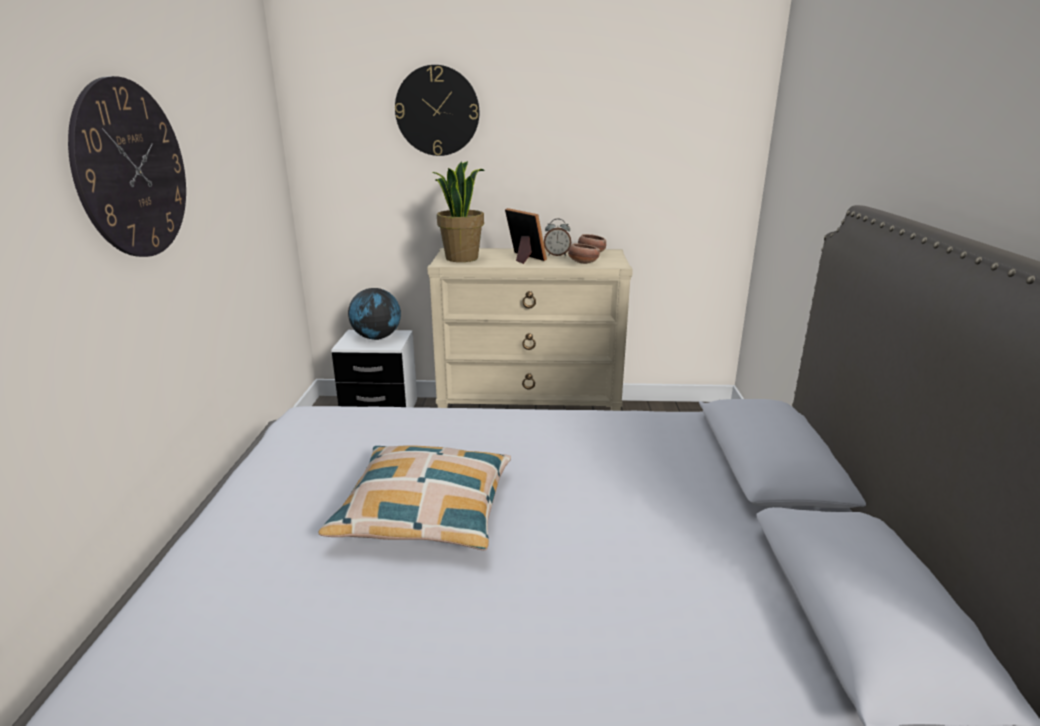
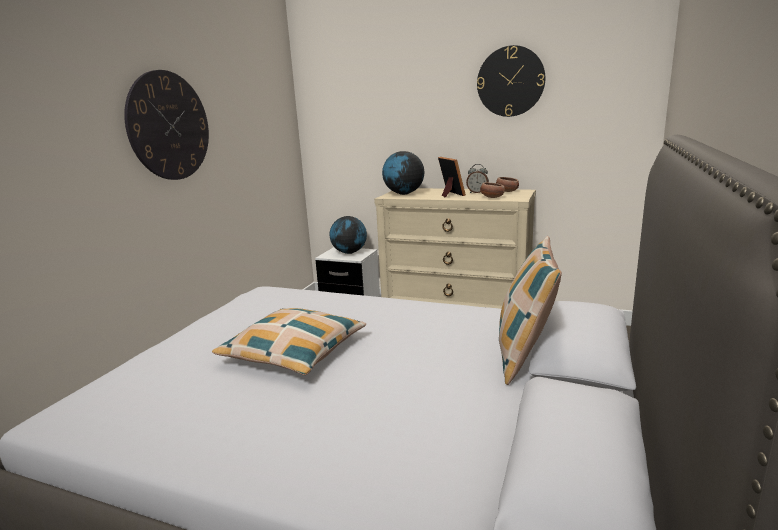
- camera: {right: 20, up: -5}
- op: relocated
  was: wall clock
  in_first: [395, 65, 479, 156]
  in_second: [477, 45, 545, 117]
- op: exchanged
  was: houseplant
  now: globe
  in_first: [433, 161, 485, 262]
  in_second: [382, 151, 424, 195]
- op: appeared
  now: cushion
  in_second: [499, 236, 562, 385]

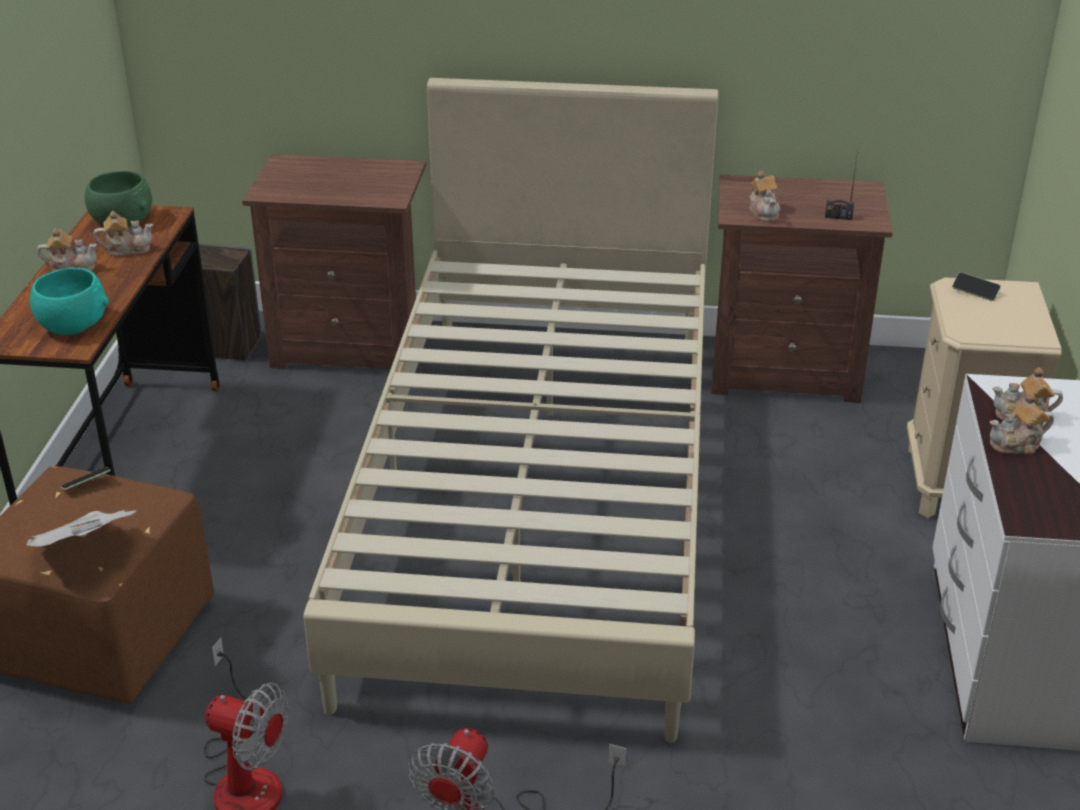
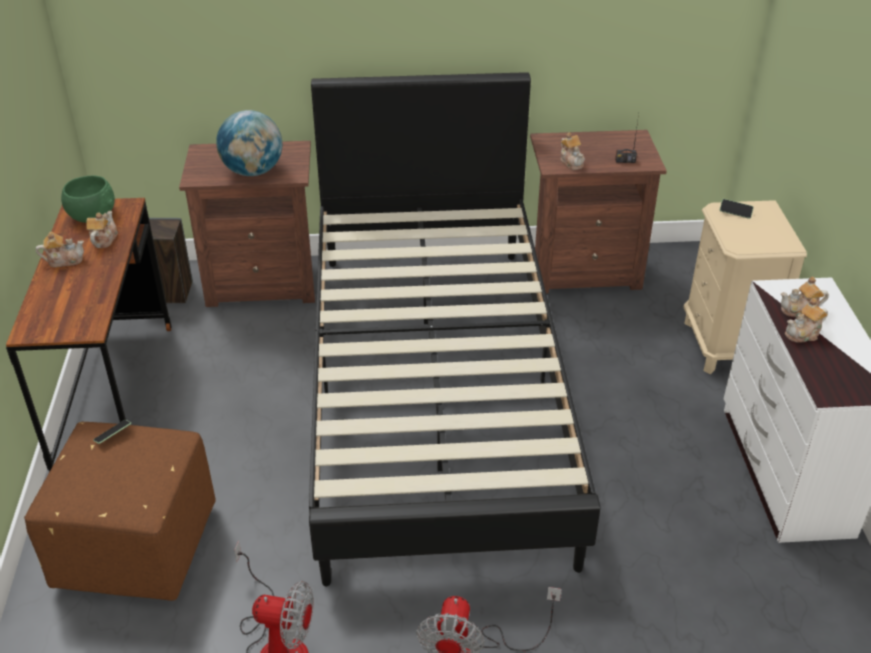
- camera: {right: -10, up: 5}
- op: missing
  was: printed paper
  in_first: [26, 510, 137, 546]
- op: missing
  was: blue-green bowl
  in_first: [30, 268, 109, 335]
- op: spun
  was: teapot
  in_first: [93, 211, 153, 256]
  in_second: [86, 211, 118, 248]
  clockwise: -60
- op: colour
  was: sand-coloured bed
  now: black-coloured bed
  in_first: [303, 78, 718, 743]
  in_second: [309, 72, 600, 586]
- op: appeared
  now: globe
  in_second: [216, 110, 282, 176]

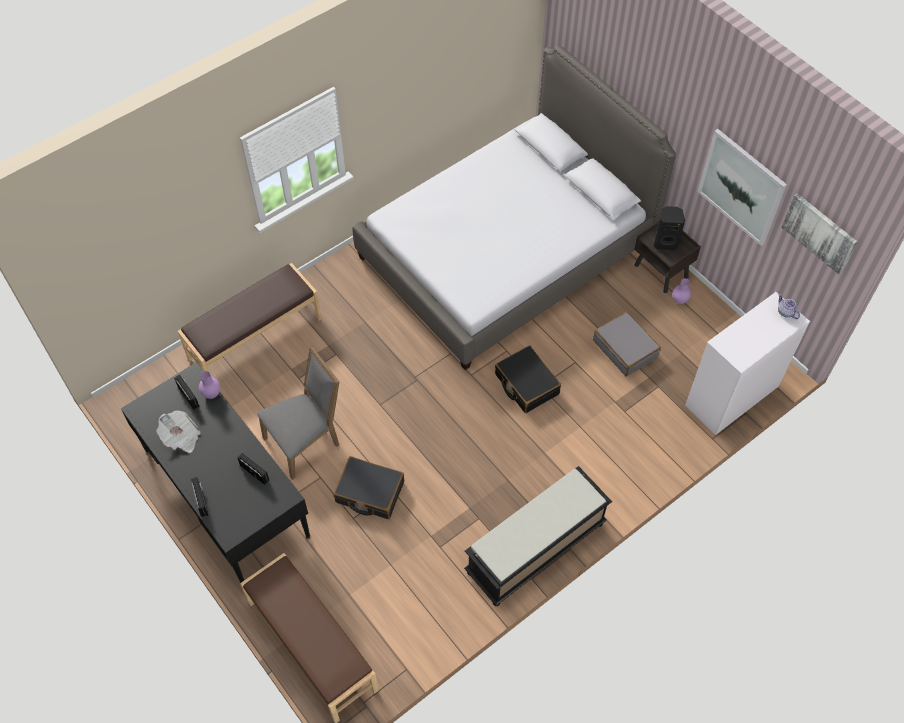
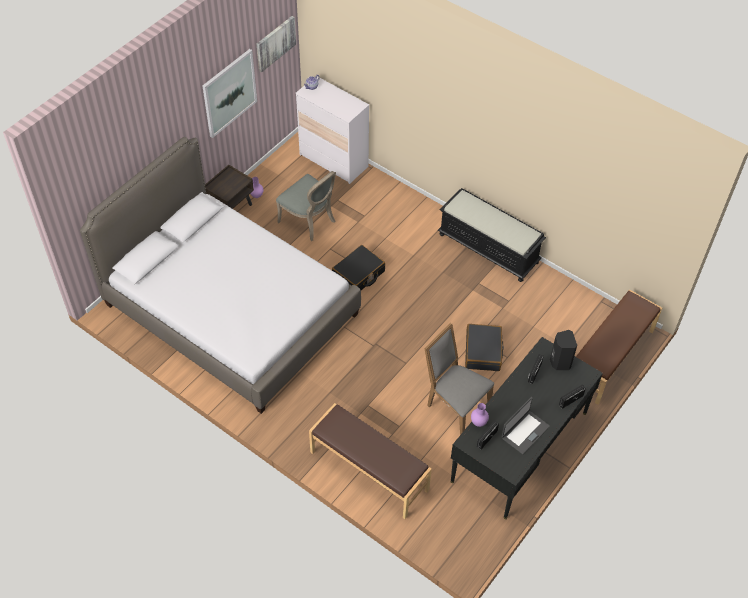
- camera: {right: -105, up: -5}
- op: exchanged
  was: printed paper
  now: notebook computer
  in_first: [156, 410, 200, 453]
  in_second: [502, 397, 550, 455]
- op: exchanged
  was: grey piece of luggage
  now: grey upright chair
  in_first: [593, 311, 661, 377]
  in_second: [276, 171, 336, 241]
- op: relocated
  was: black-coloured audio speaker
  in_first: [654, 206, 685, 250]
  in_second: [550, 330, 577, 370]

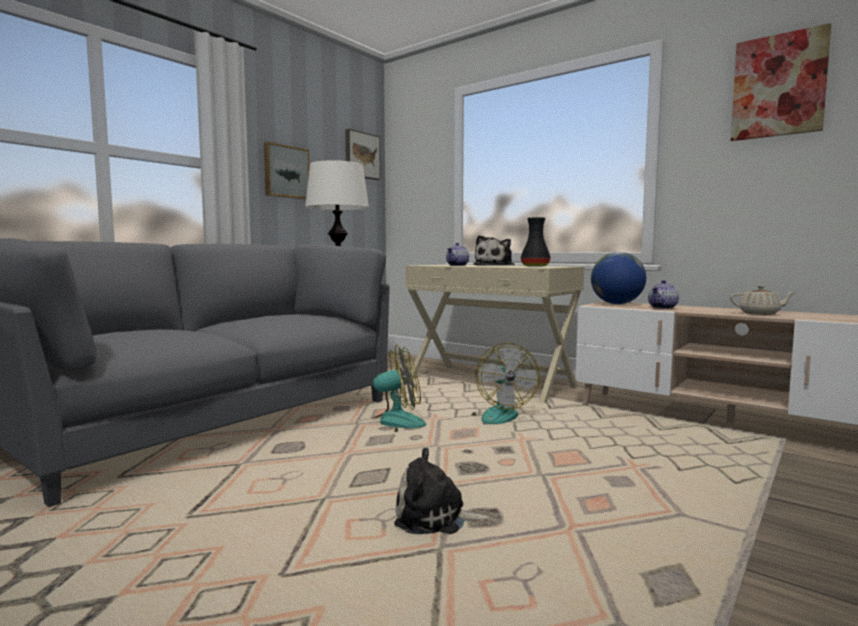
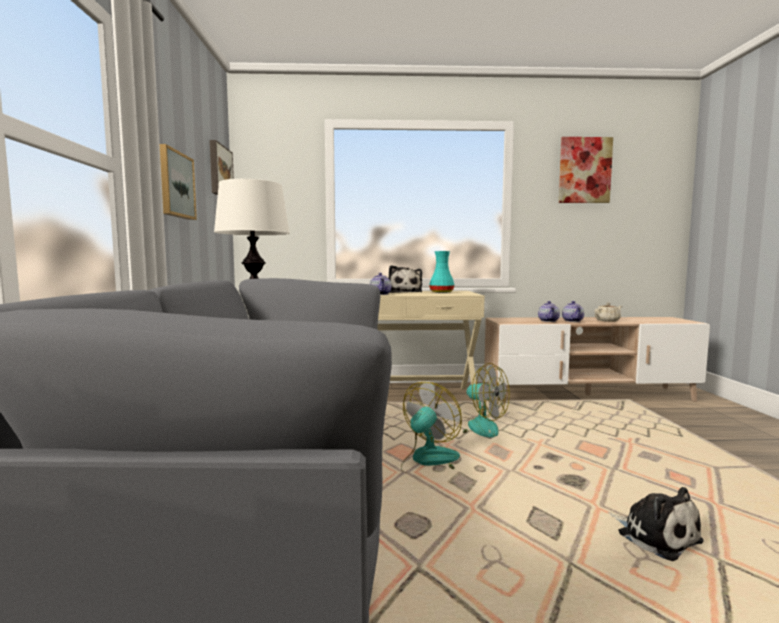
- camera: {right: -40, up: 0}
- op: spun
  was: plush toy
  in_first: [394, 448, 489, 534]
  in_second: [608, 487, 703, 561]
  clockwise: -90
- op: colour
  was: black-coloured vase
  now: blue-green vase
  in_first: [521, 217, 551, 267]
  in_second: [429, 251, 454, 293]
- op: missing
  was: globe
  in_first: [591, 252, 646, 304]
- op: appeared
  now: teapot
  in_second: [562, 301, 584, 322]

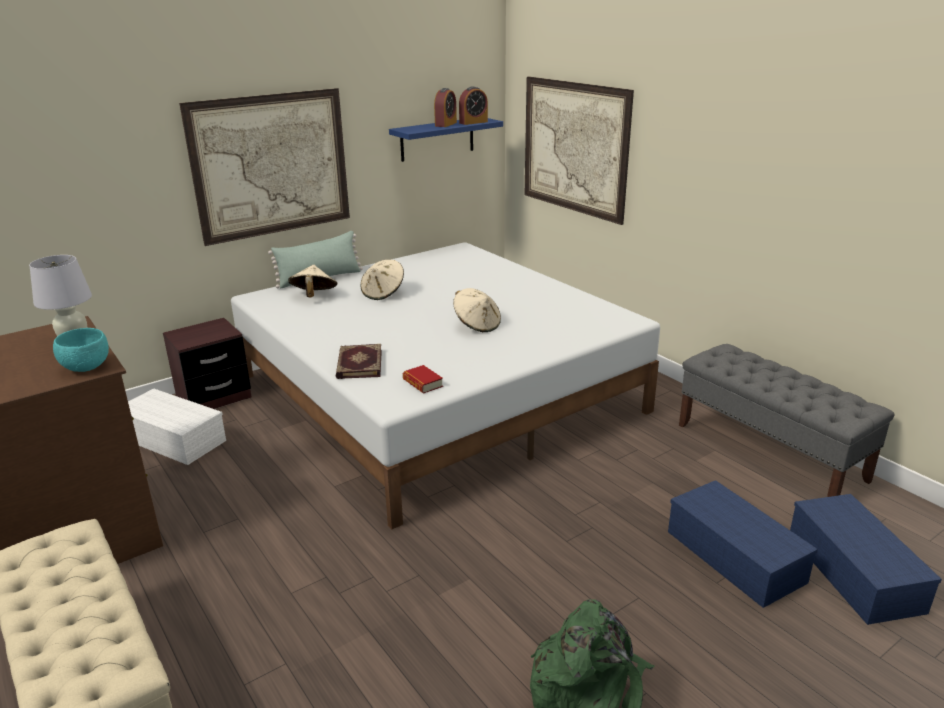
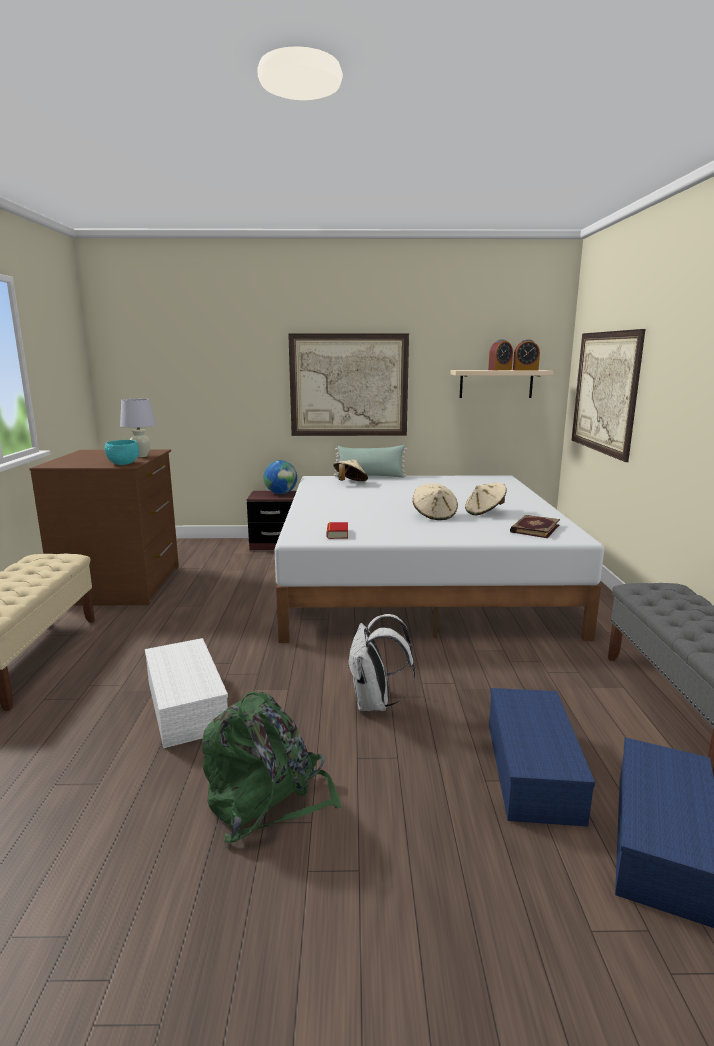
- camera: {right: 35, up: -10}
- op: relocated
  was: whitish storage bin
  in_first: [128, 388, 226, 465]
  in_second: [145, 638, 228, 748]
- op: relocated
  was: bound book
  in_first: [336, 344, 382, 379]
  in_second: [510, 515, 560, 538]
- op: relocated
  was: sand-coloured hat
  in_first: [360, 260, 404, 300]
  in_second: [465, 483, 507, 515]
- op: colour
  was: bluish bracket shelf
  now: sand-coloured bracket shelf
  in_first: [389, 118, 503, 162]
  in_second: [450, 370, 554, 398]
- op: appeared
  now: globe
  in_second: [264, 460, 297, 494]
- op: appeared
  now: whitish backpack
  in_second: [347, 614, 415, 711]

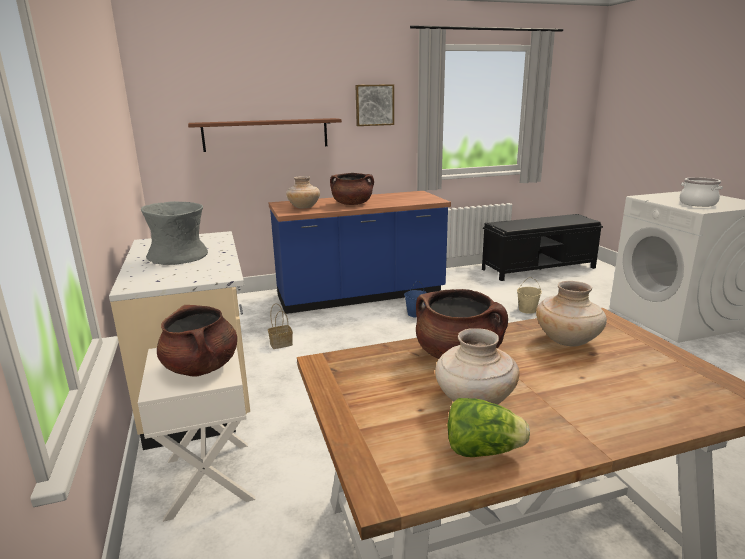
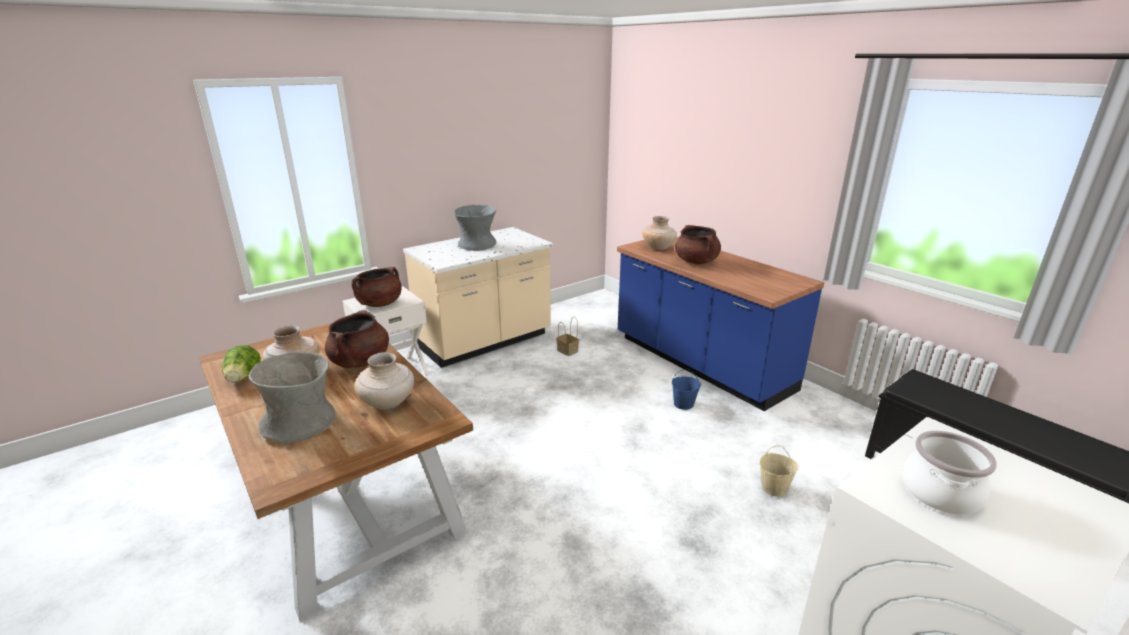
- camera: {right: 70, up: 5}
- op: missing
  was: brown-coloured bracket shelf
  in_first: [188, 118, 342, 152]
- op: missing
  was: wall art
  in_first: [355, 84, 394, 126]
- op: appeared
  now: grey vase
  in_second: [249, 352, 335, 443]

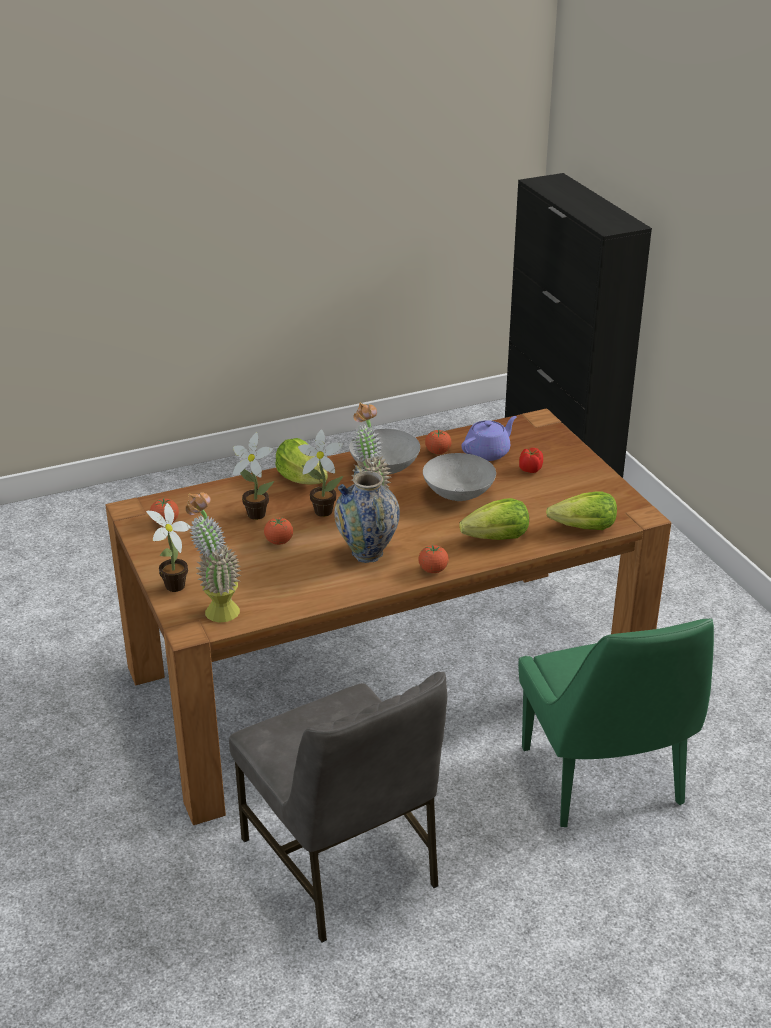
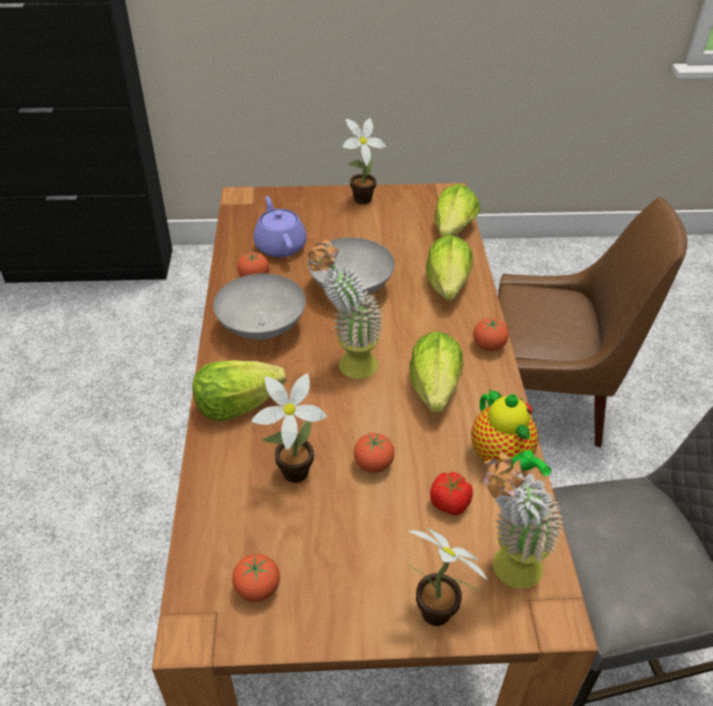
- camera: {right: -70, up: 10}
- op: relocated
  was: houseplant
  in_first: [298, 429, 343, 517]
  in_second: [342, 118, 386, 204]
- op: exchanged
  was: vase
  now: head of lettuce
  in_first: [334, 465, 400, 563]
  in_second: [409, 331, 463, 412]
- op: colour
  was: green upright chair
  now: brown-coloured upright chair
  in_first: [518, 619, 714, 827]
  in_second: [498, 197, 687, 447]
- op: relocated
  was: fresh tomato
  in_first: [519, 448, 543, 473]
  in_second: [430, 472, 473, 515]
- op: appeared
  now: teapot
  in_second: [471, 388, 551, 476]

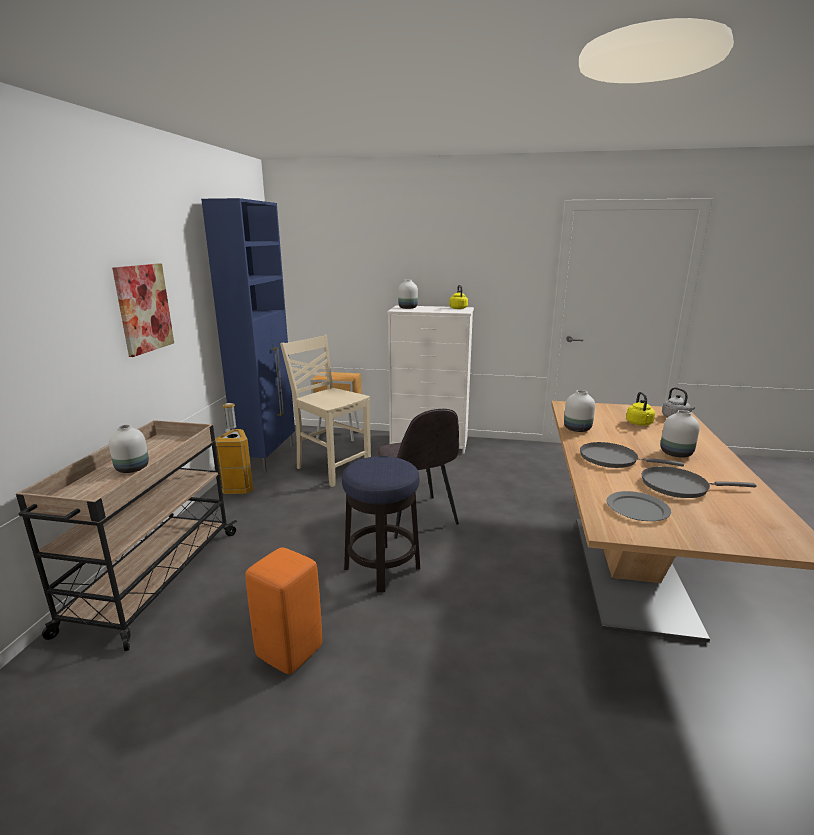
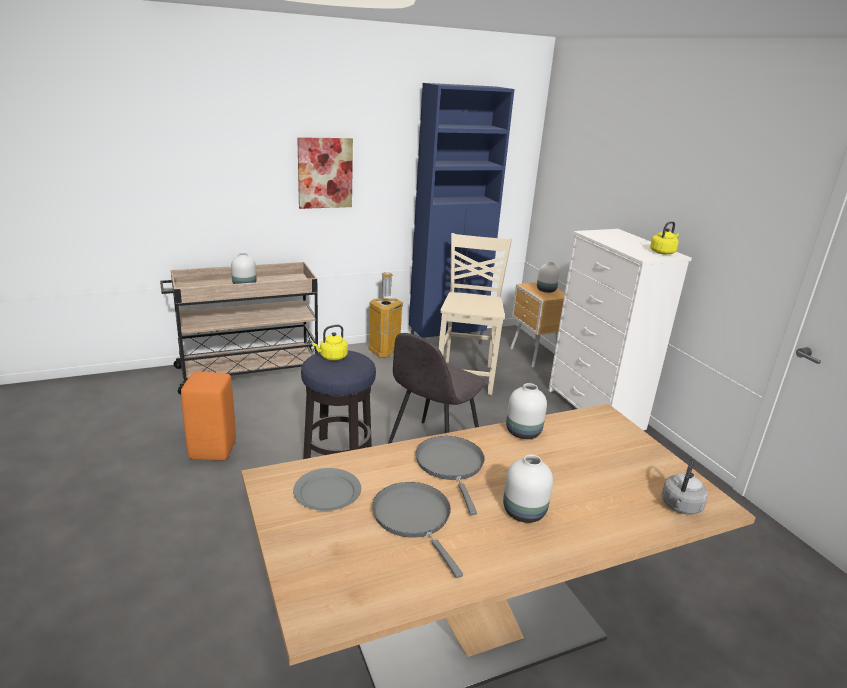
- camera: {right: 55, up: 5}
- op: relocated
  was: whitish vase
  in_first: [398, 280, 418, 309]
  in_second: [537, 261, 560, 293]
- op: relocated
  was: yellowish water kettle
  in_first: [626, 392, 655, 426]
  in_second: [312, 325, 348, 360]

